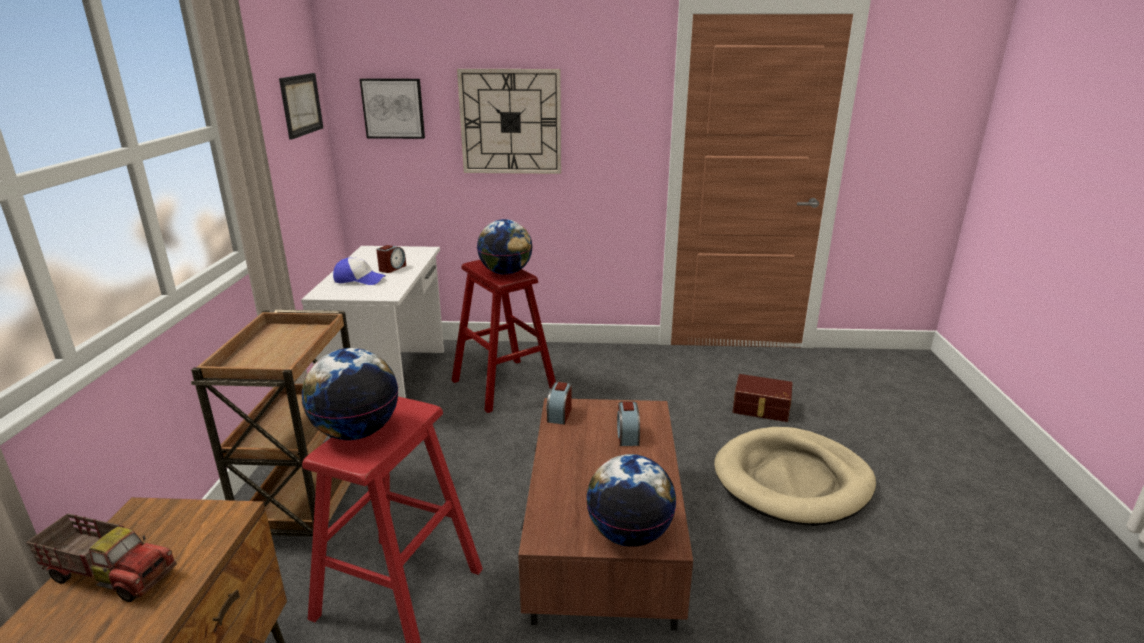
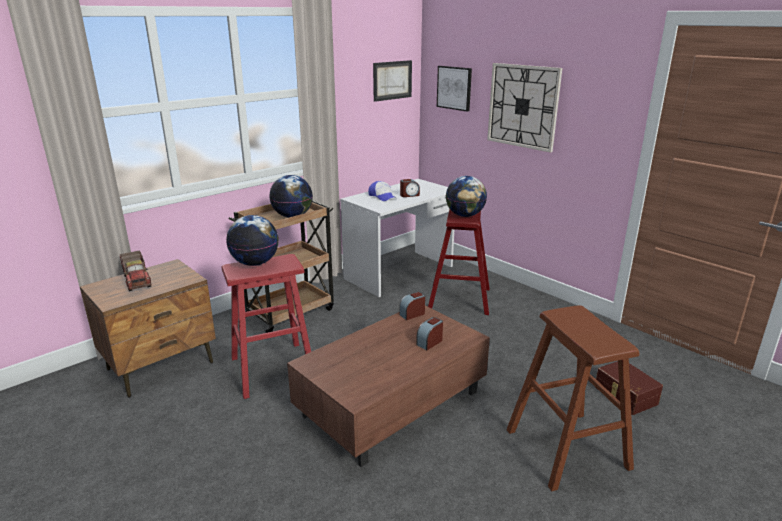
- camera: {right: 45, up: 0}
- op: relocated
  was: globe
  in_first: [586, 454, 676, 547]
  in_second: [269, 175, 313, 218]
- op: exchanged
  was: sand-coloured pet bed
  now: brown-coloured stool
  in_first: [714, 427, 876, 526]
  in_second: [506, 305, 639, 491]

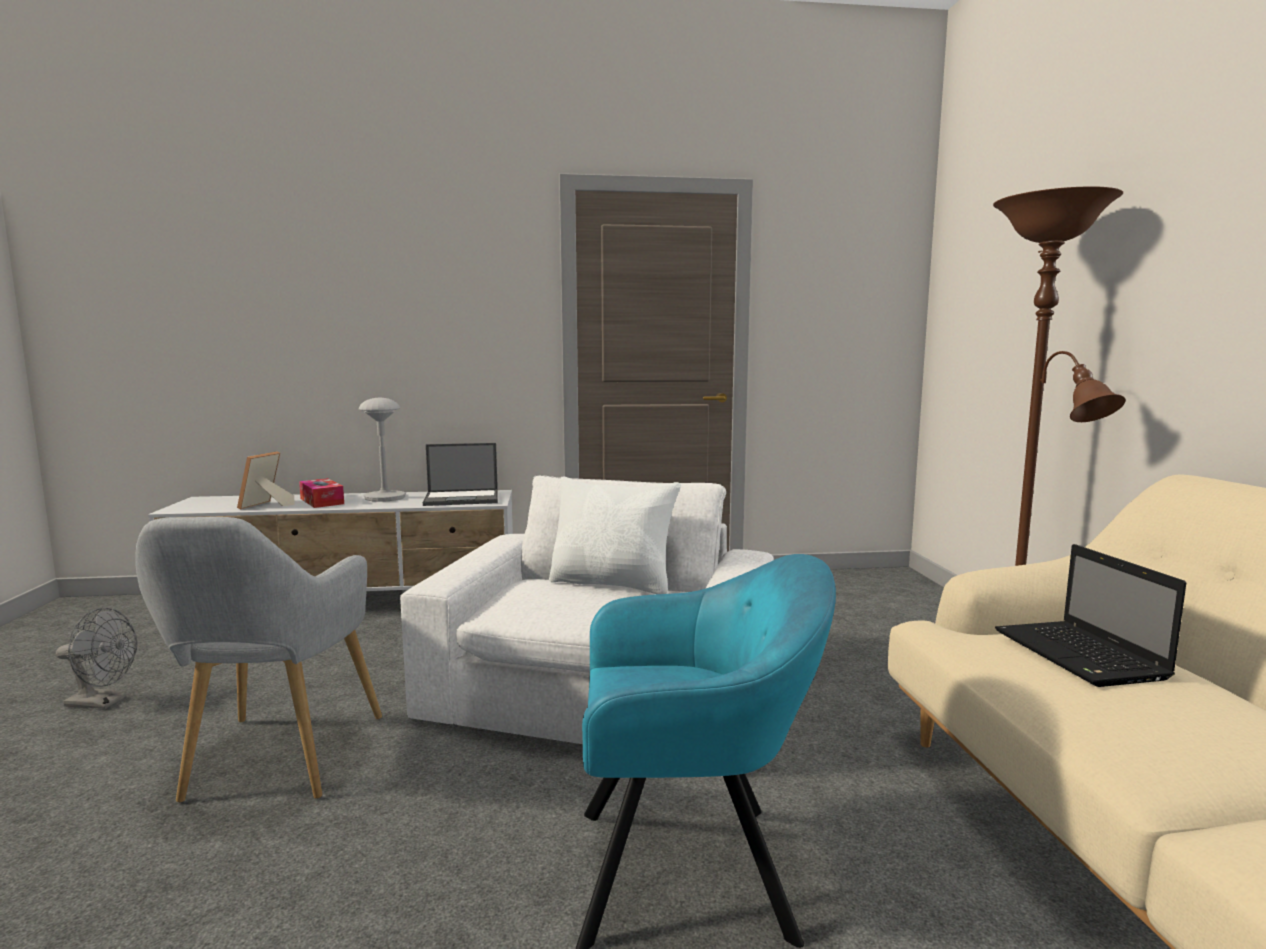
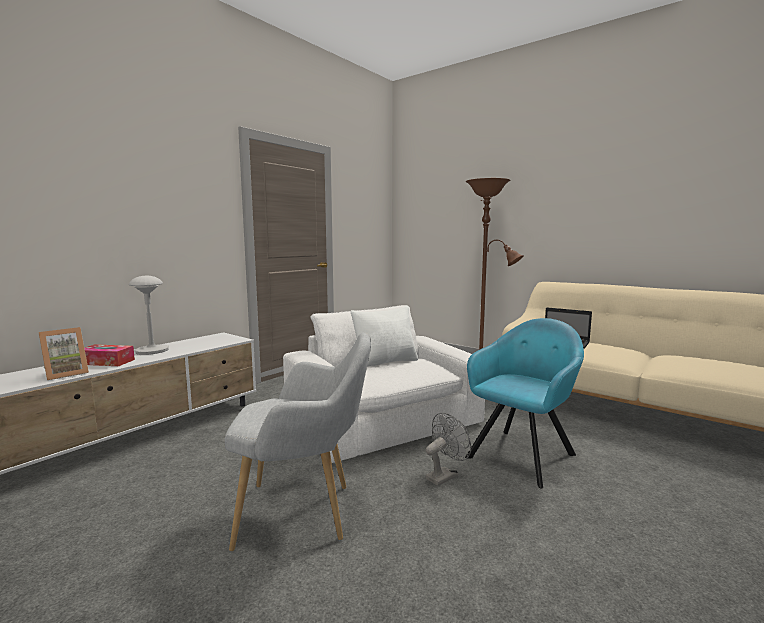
- camera: {right: -45, up: 0}
- op: relocated
  was: grey electric fan
  in_first: [56, 608, 137, 709]
  in_second: [425, 413, 471, 486]
- op: spun
  was: grey lounge chair
  in_first: [135, 517, 382, 802]
  in_second: [225, 333, 371, 551]
  clockwise: -45
- op: spun
  was: picture frame
  in_first: [237, 451, 295, 510]
  in_second: [39, 327, 89, 380]
  clockwise: -105
- op: missing
  was: notebook computer
  in_first: [423, 443, 498, 506]

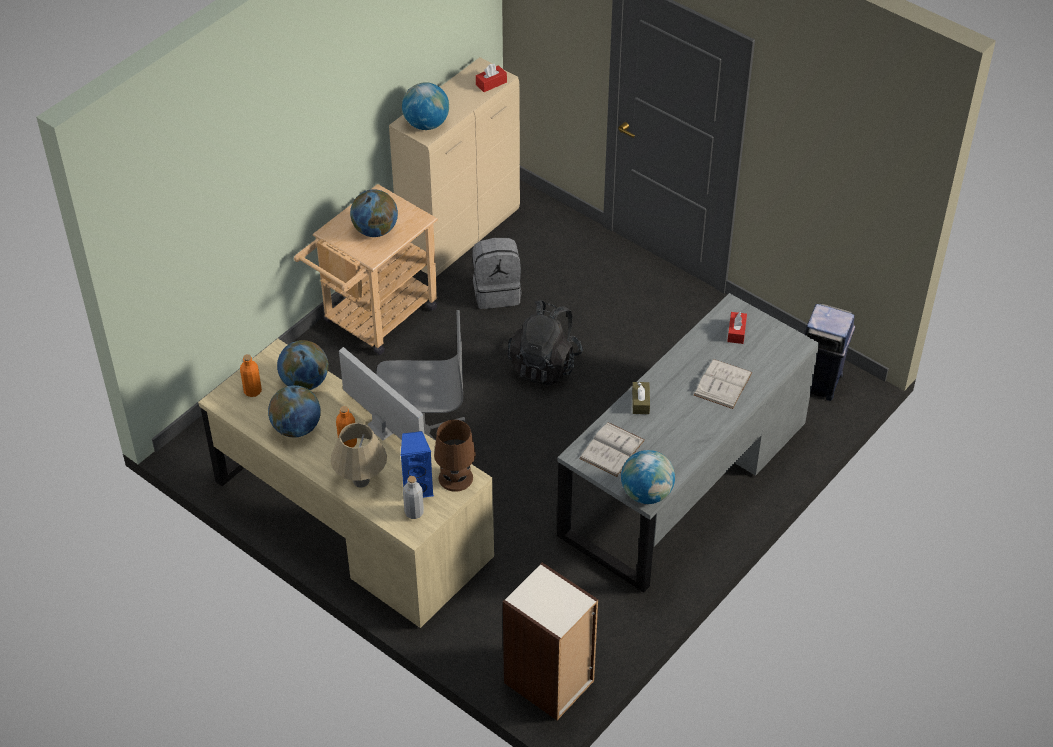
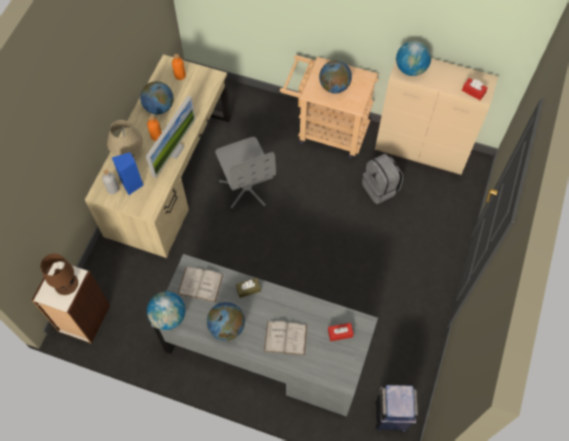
- camera: {right: 70, up: 15}
- op: relocated
  was: globe
  in_first: [277, 340, 328, 390]
  in_second: [207, 302, 245, 341]
- op: relocated
  was: brown-coloured tabletop lamp
  in_first: [434, 420, 476, 492]
  in_second: [40, 253, 78, 295]
- op: missing
  was: black-coloured backpack
  in_first: [508, 300, 583, 385]

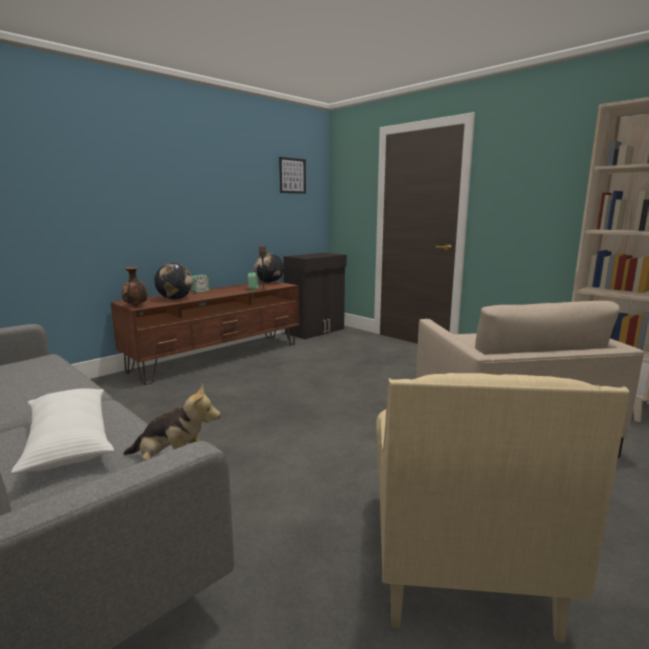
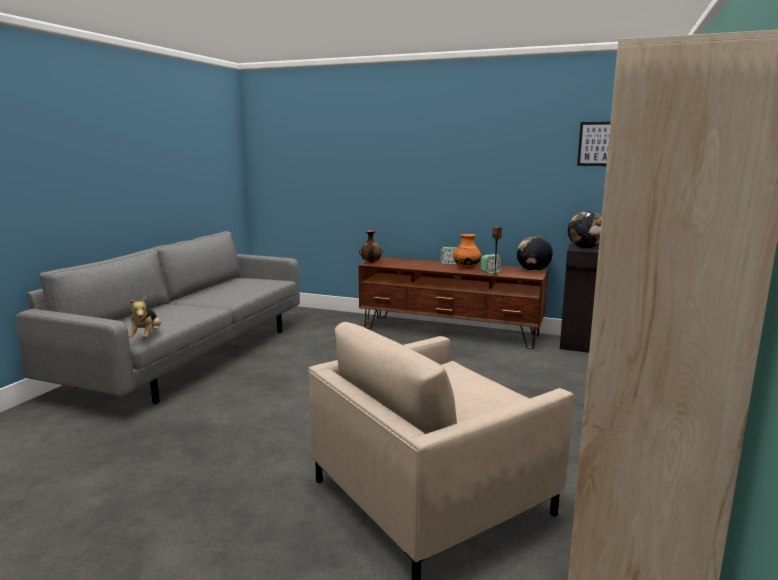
- camera: {right: 65, up: 0}
- op: missing
  was: whitish cushion
  in_first: [11, 388, 114, 474]
- op: relocated
  was: globe
  in_first: [154, 263, 193, 300]
  in_second: [568, 211, 602, 248]
- op: missing
  was: sand-coloured lounge chair
  in_first: [376, 373, 629, 643]
- op: appeared
  now: orange vase
  in_second: [453, 234, 481, 269]

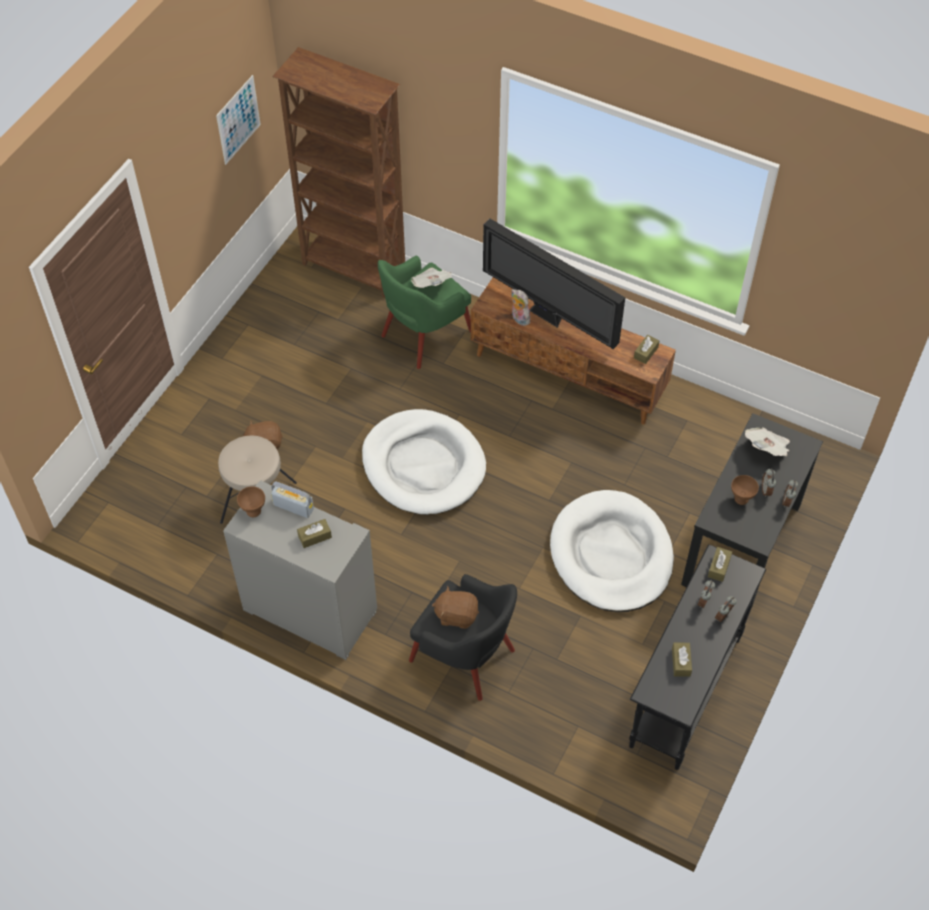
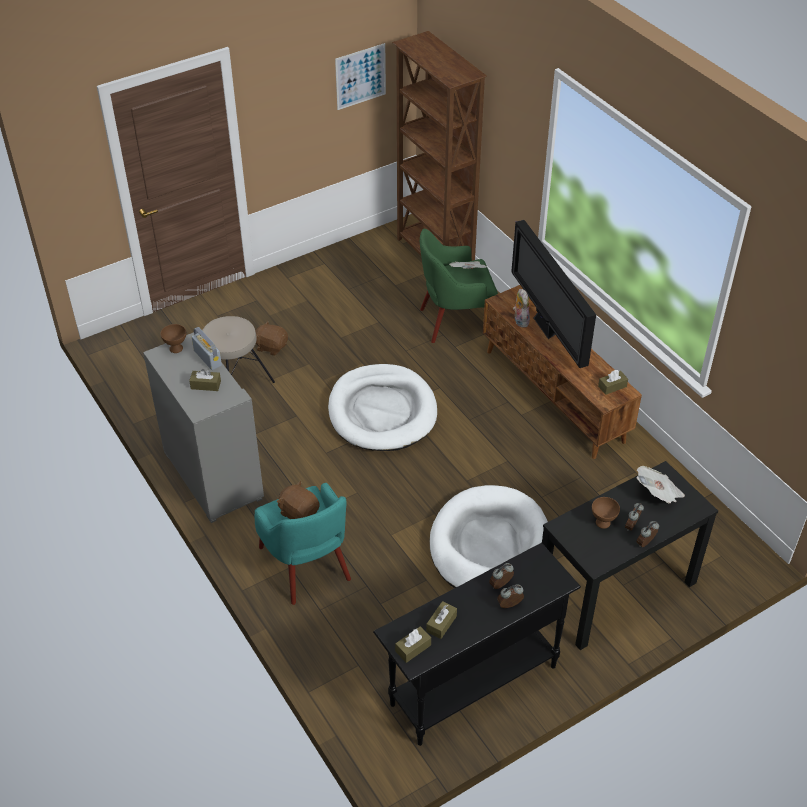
- camera: {right: 30, up: -10}
- op: colour
  was: black-coloured lounge chair
  now: blue-green lounge chair
  in_first: [409, 574, 517, 701]
  in_second: [255, 483, 351, 605]
- op: relocated
  was: brown-coloured tissue holder
  in_first: [708, 547, 732, 582]
  in_second: [395, 626, 431, 663]

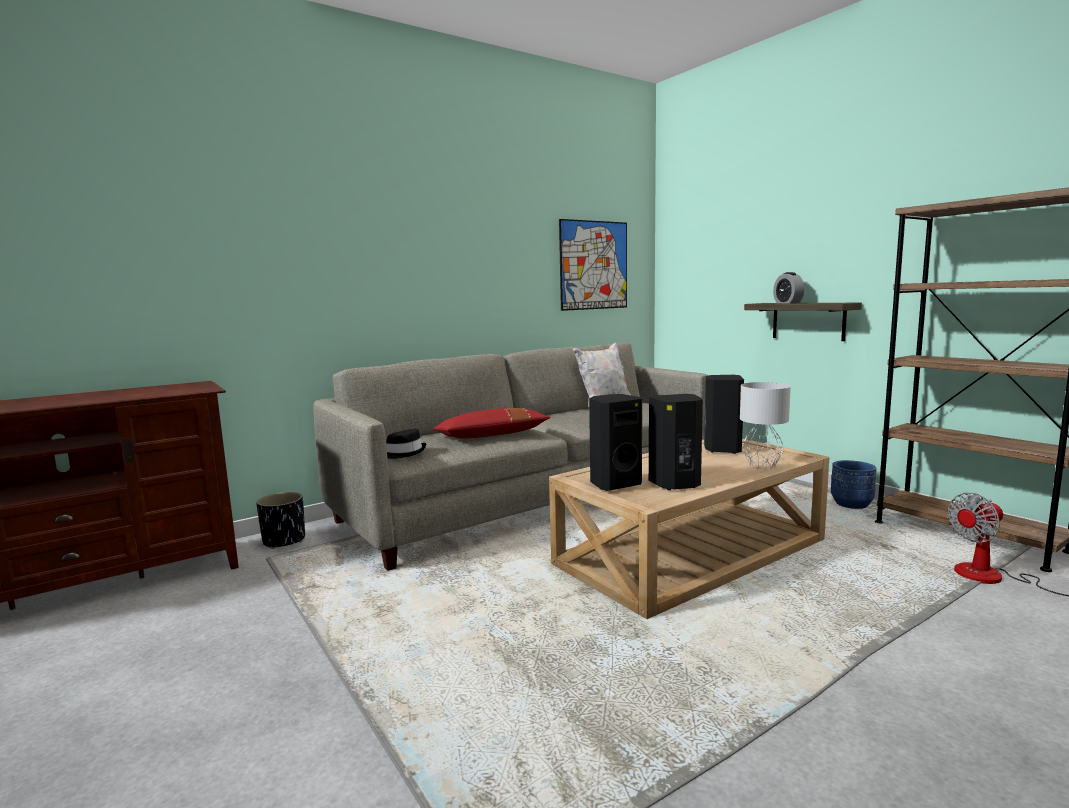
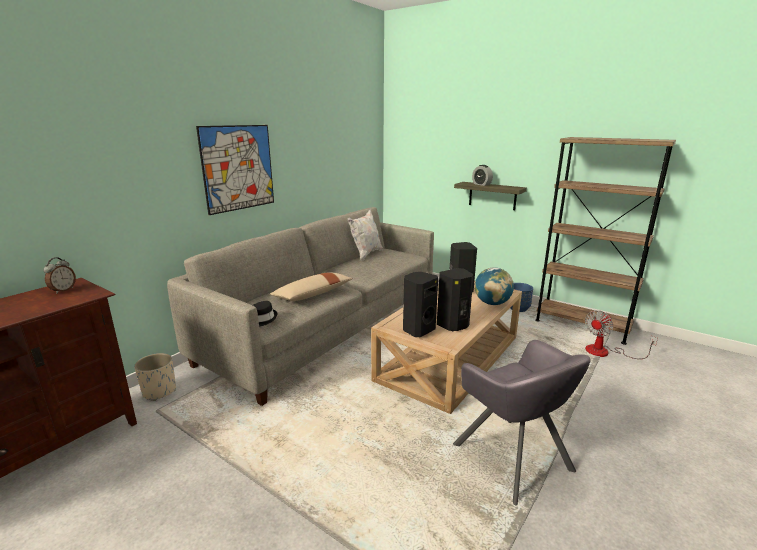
- camera: {right: -20, up: 10}
- op: colour
  was: black-coloured planter
  now: sand-coloured planter
  in_first: [256, 492, 305, 549]
  in_second: [134, 353, 176, 401]
- op: colour
  was: red cushion
  now: sand-coloured cushion
  in_first: [433, 408, 551, 438]
  in_second: [270, 272, 353, 301]
- op: relocated
  was: wall art
  in_first: [559, 219, 627, 311]
  in_second: [196, 125, 274, 215]
- op: exchanged
  was: grey tabletop lamp
  now: globe
  in_first: [740, 382, 791, 469]
  in_second: [475, 267, 514, 305]
- op: appeared
  now: alarm clock
  in_second: [43, 258, 76, 294]
- op: appeared
  now: grey lounge chair
  in_second: [453, 340, 591, 505]

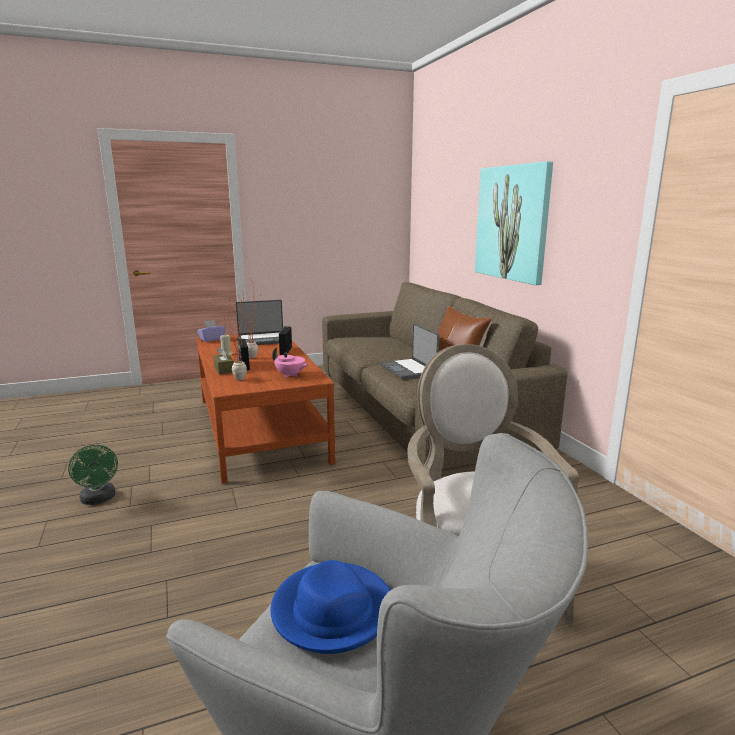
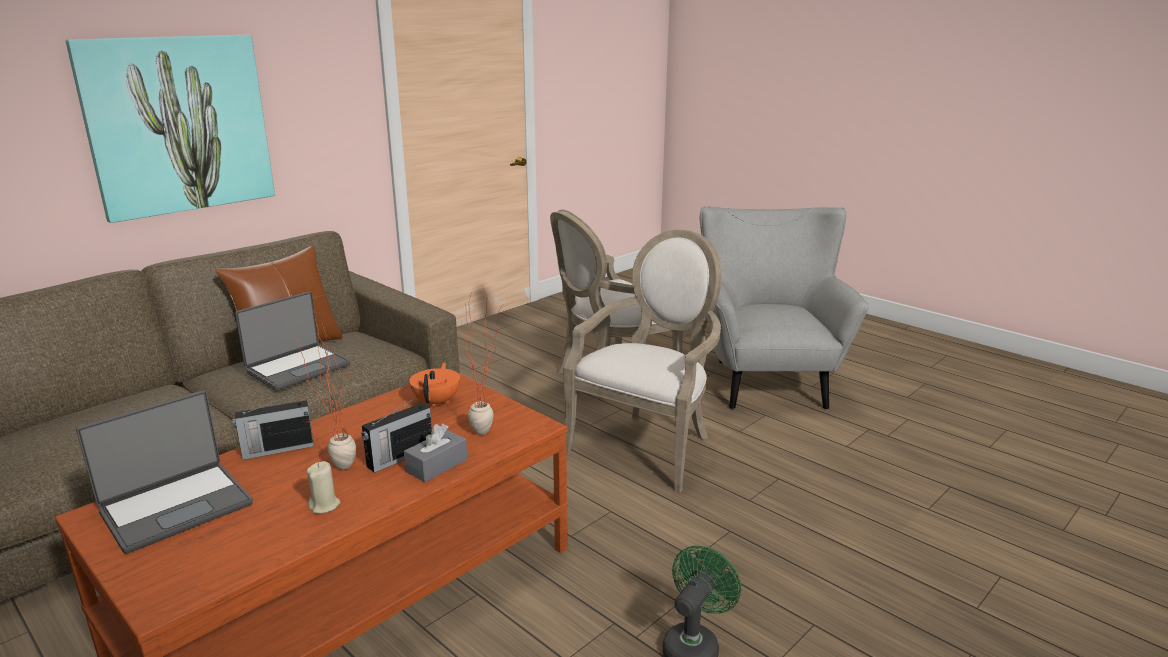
- camera: {right: -115, up: 5}
- op: missing
  was: purple tissue holder
  in_first: [197, 320, 226, 342]
- op: colour
  was: brown-coloured tissue holder
  now: grey tissue holder
  in_first: [213, 346, 234, 375]
  in_second: [404, 424, 467, 482]
- op: spun
  was: notebook computer
  in_first: [236, 300, 283, 345]
  in_second: [76, 390, 253, 554]
  clockwise: 90
- op: missing
  was: bluish hat
  in_first: [270, 560, 391, 654]
- op: colour
  was: pinkish teapot
  now: orange teapot
  in_first: [273, 348, 309, 378]
  in_second: [409, 363, 460, 408]
- op: appeared
  now: lounge chair
  in_second: [563, 230, 722, 493]

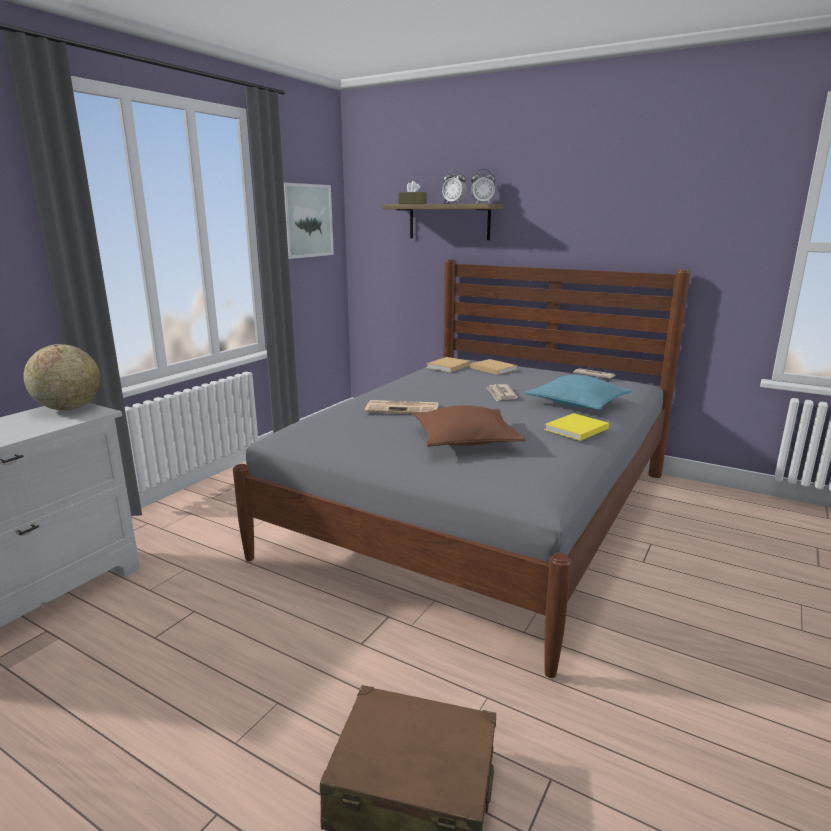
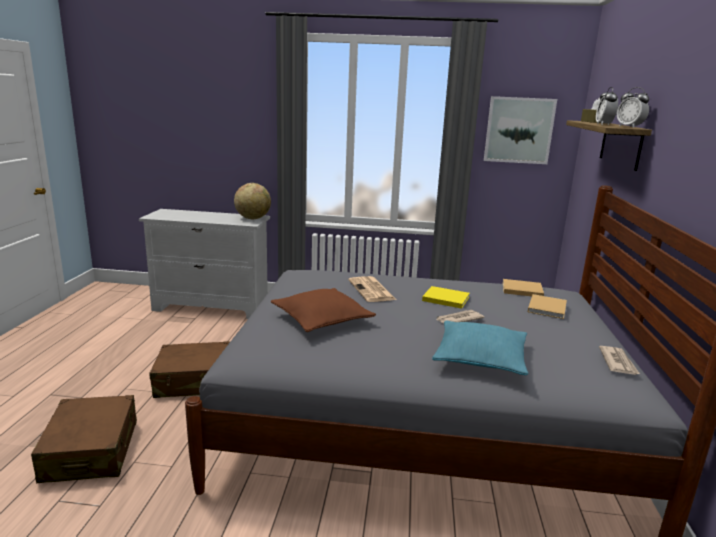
- camera: {right: 65, up: 0}
- op: relocated
  was: yellowish bound book
  in_first: [544, 413, 609, 441]
  in_second: [422, 286, 470, 309]
- op: appeared
  now: brown-coloured piece of luggage
  in_second: [149, 341, 230, 398]

